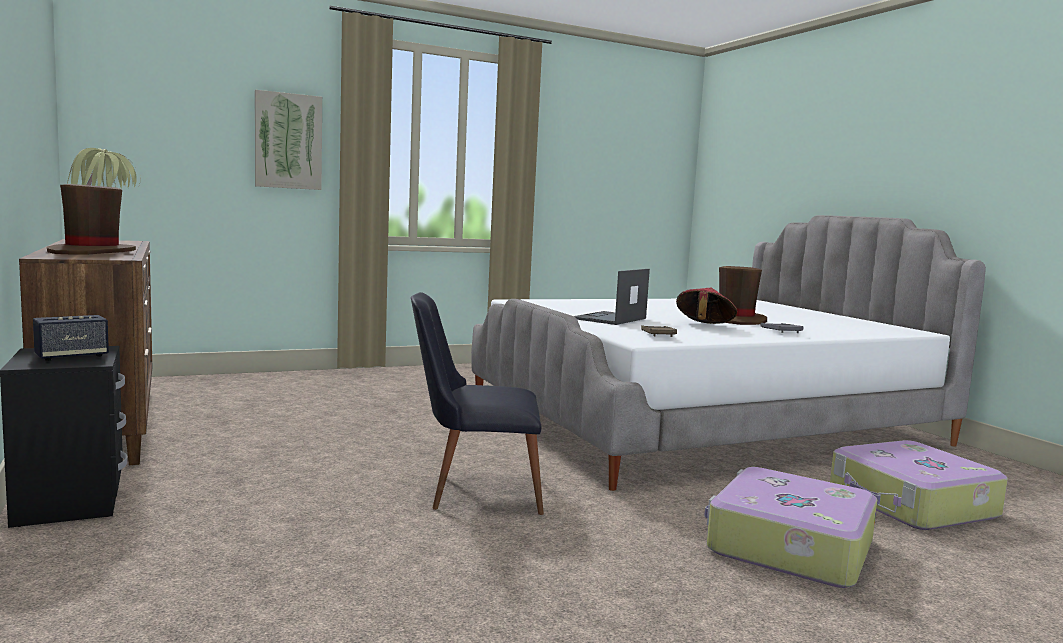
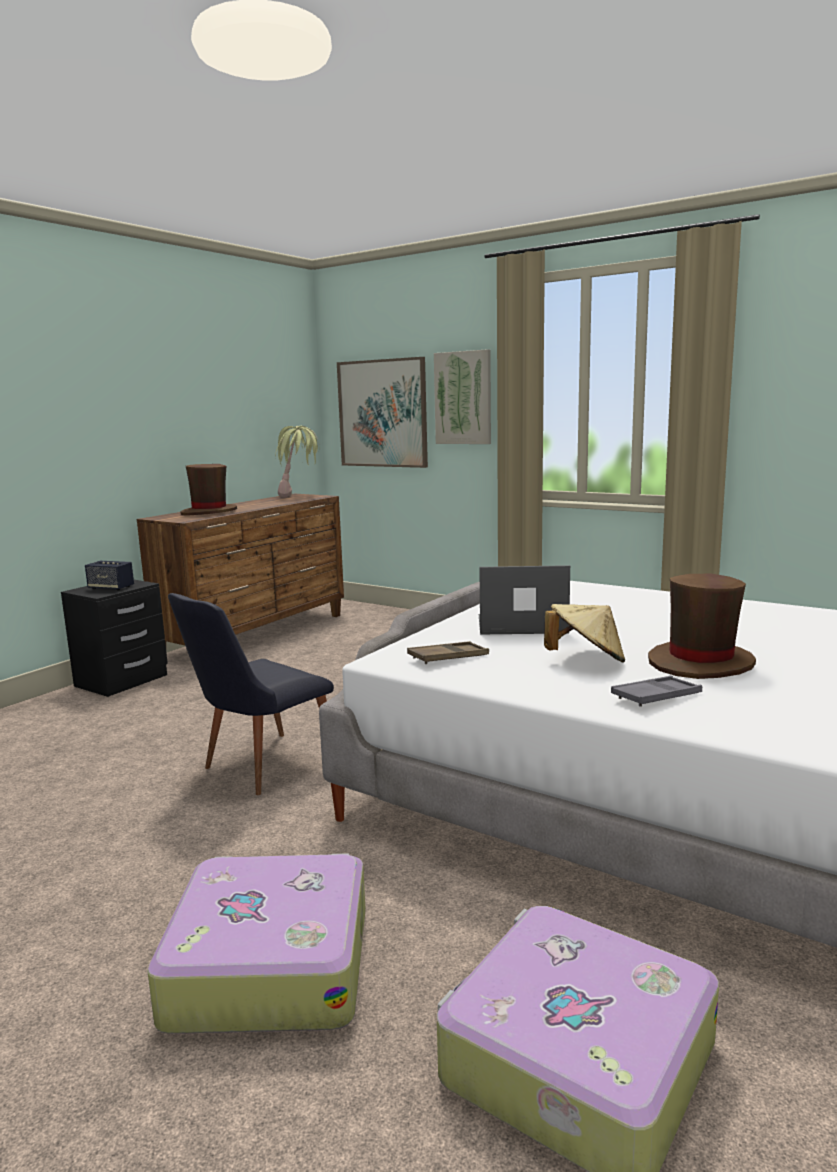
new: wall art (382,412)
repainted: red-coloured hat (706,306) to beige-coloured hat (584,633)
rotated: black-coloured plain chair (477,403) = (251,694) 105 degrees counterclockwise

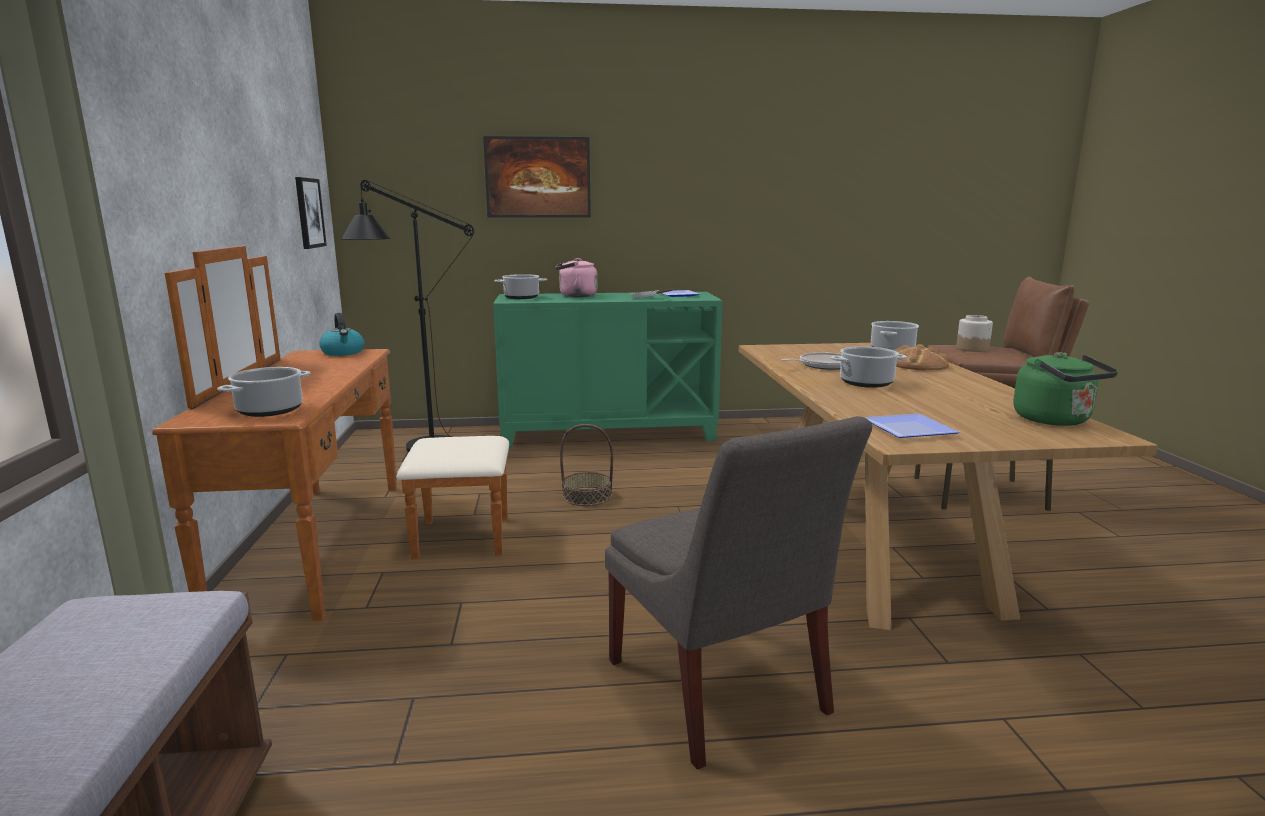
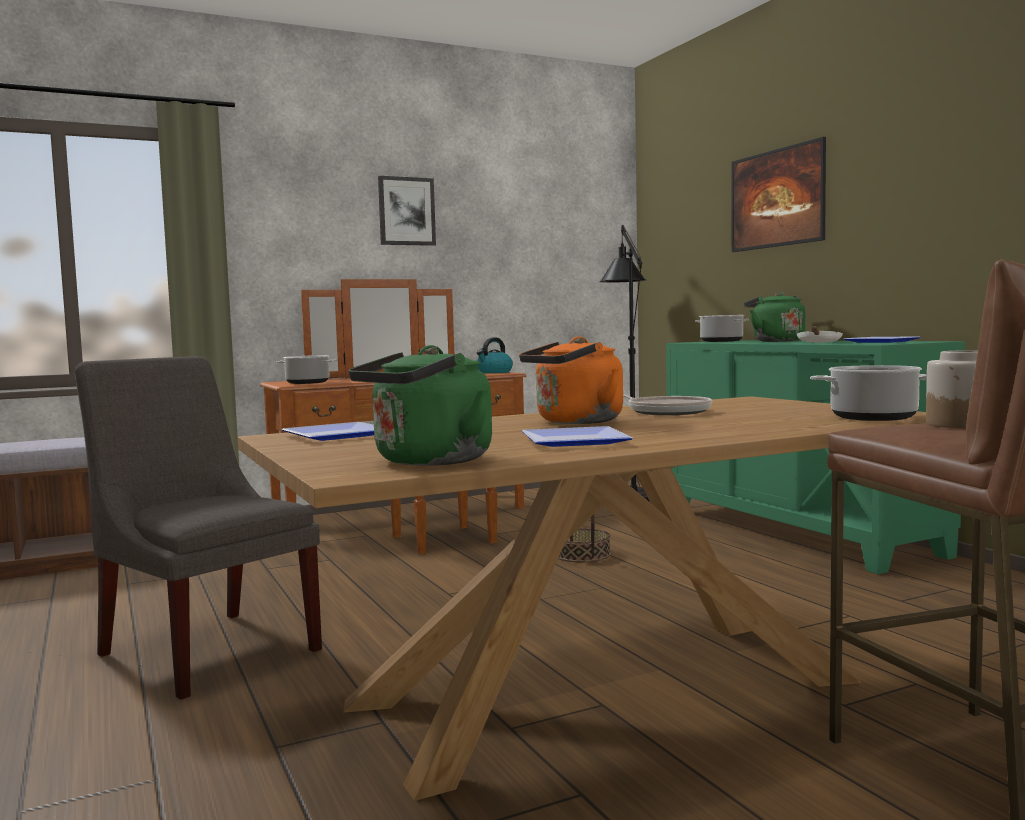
gone: baked bread (921,357)
new: plate (577,436)
shifted: wall art (311,213) to (407,211)
swapped: stockpot (868,367) to orange-coloured water kettle (571,380)
repainted: pink water kettle (577,277) to green water kettle (774,317)
rotated: grey plain chair (738,592) = (198,527) 90 degrees clockwise

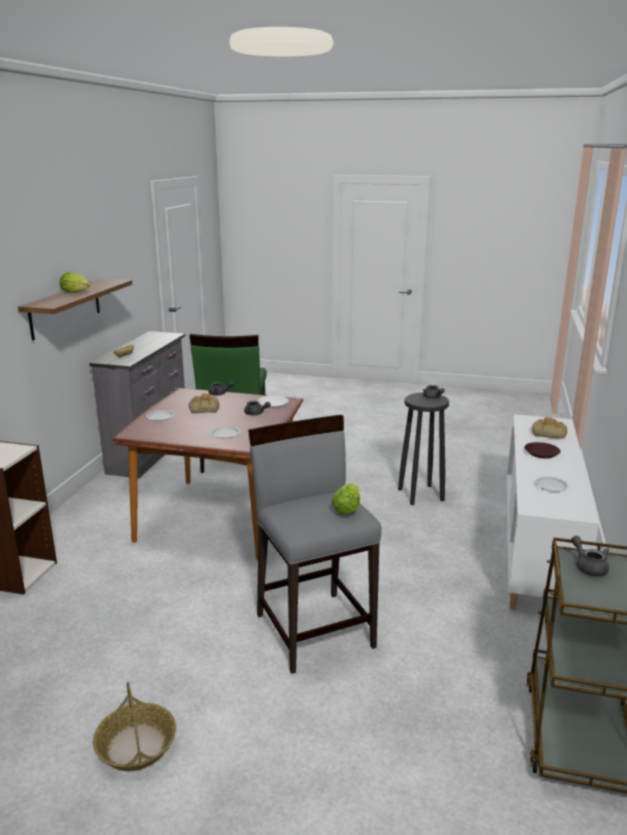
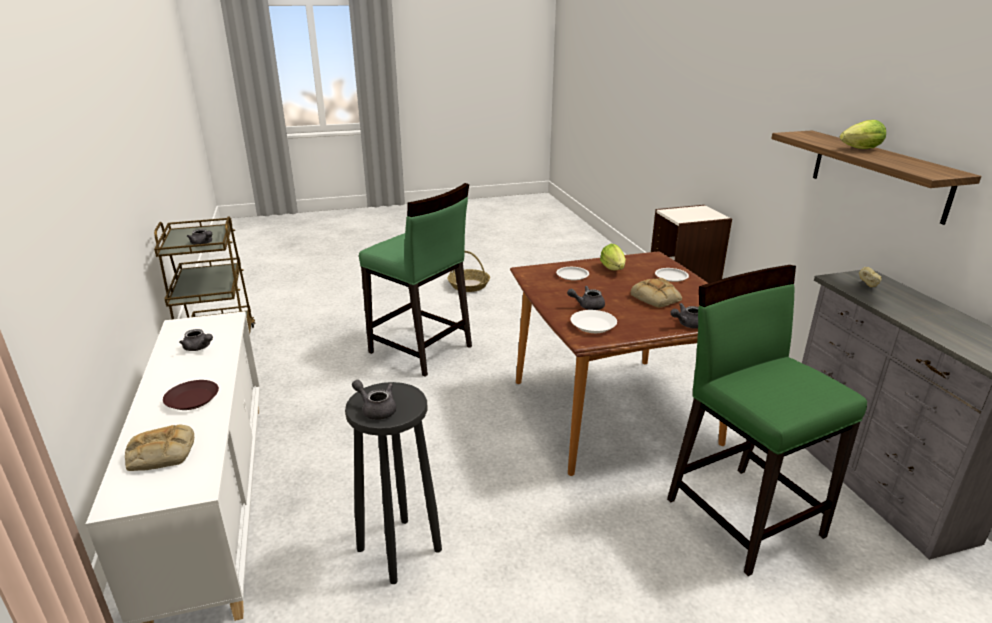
shifted: head of lettuce (345,499) to (613,257)
swapped: whitish plate (551,484) to grey tea pot (196,340)
repainted: grey sitting stool (315,544) to green sitting stool (415,280)

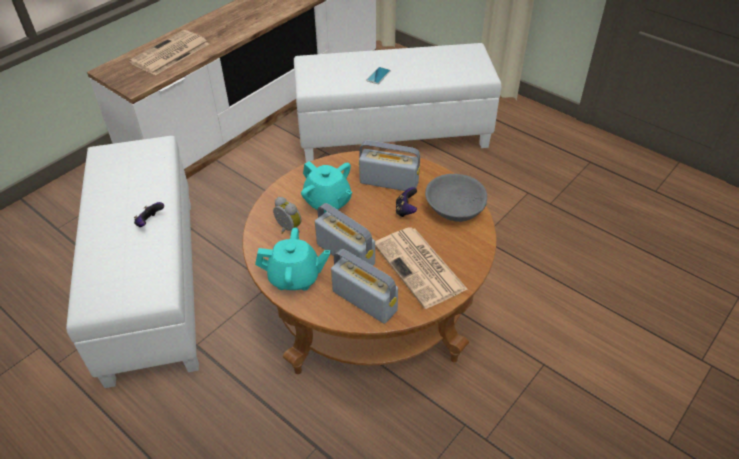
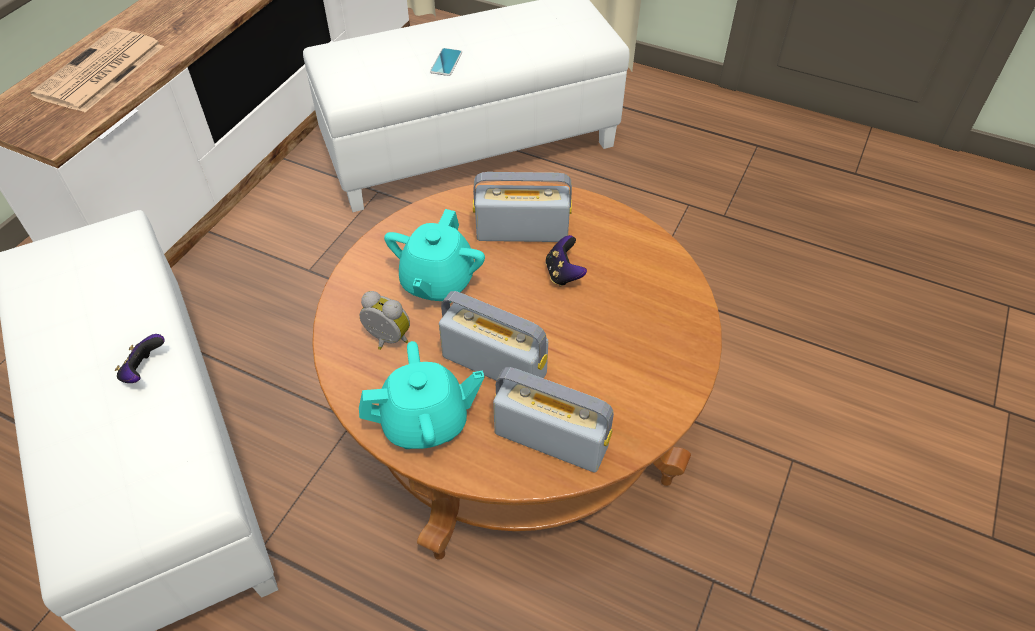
gone: printed paper (421,268); grey bowl (456,198)
rotated: turquoise-coloured tea pot (326,187) = (434,256) 75 degrees clockwise

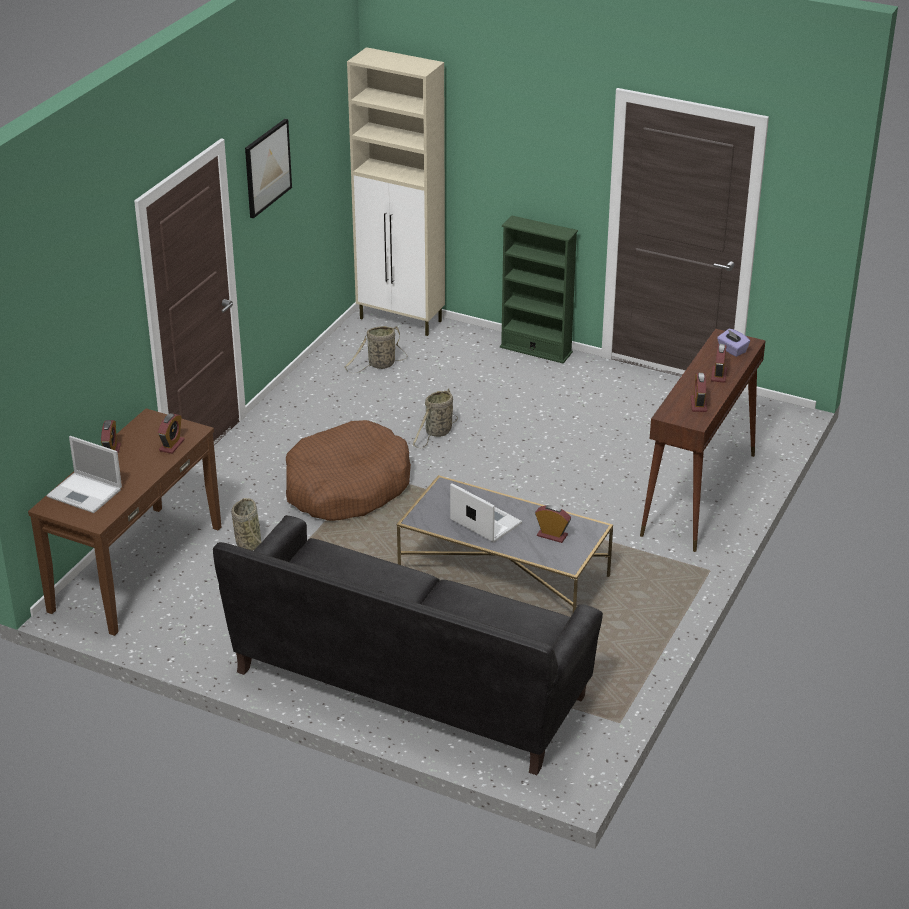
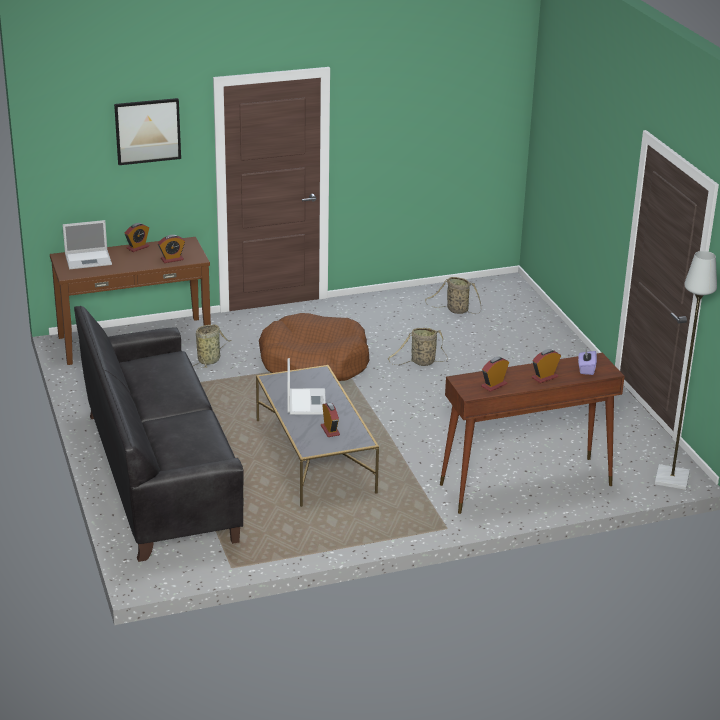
gone: beige-coloured storage cabinet (396,191); green bookshelf (539,289)
new: grey standing lamp (686,370)
shifted: wall art (268,168) to (147,131)
rotated: portable computer (84,474) = (87,245) 90 degrees counterclockwise

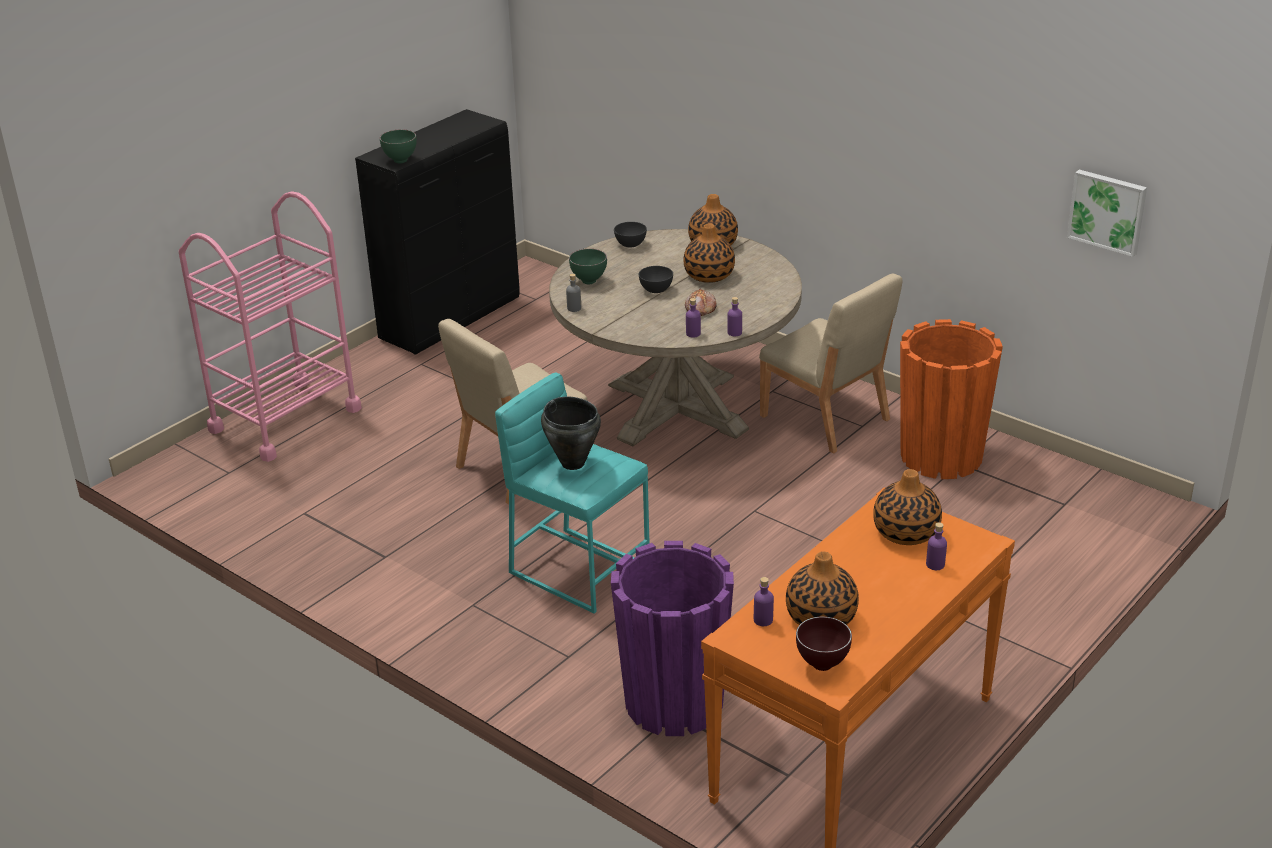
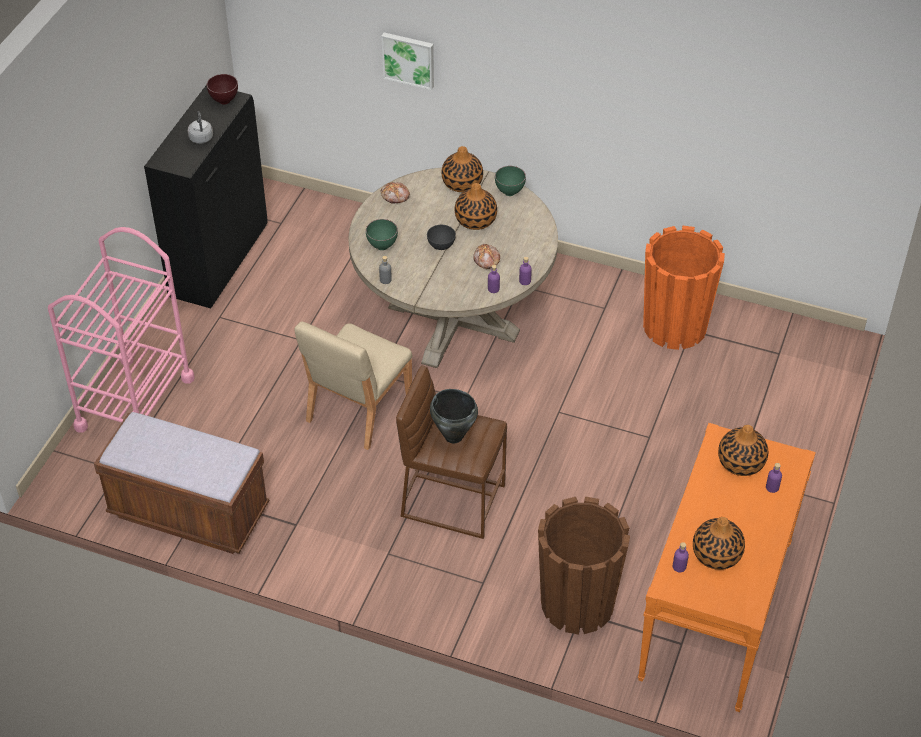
gone: beige-coloured plain chair (830,363)
new: brown indoor bench (181,483); grey water kettle (200,127)
shifted: green bowl (398,146) to (510,181); brown bowl (824,644) to (222,89); wall art (1107,213) to (407,61)
swapped: grey bowl (630,235) to baked bread (395,192)
repainted: turquoise-coloured sitting stool (572,493) to brown sitting stool (451,452); purple flower pot (672,638) to brown flower pot (584,565)

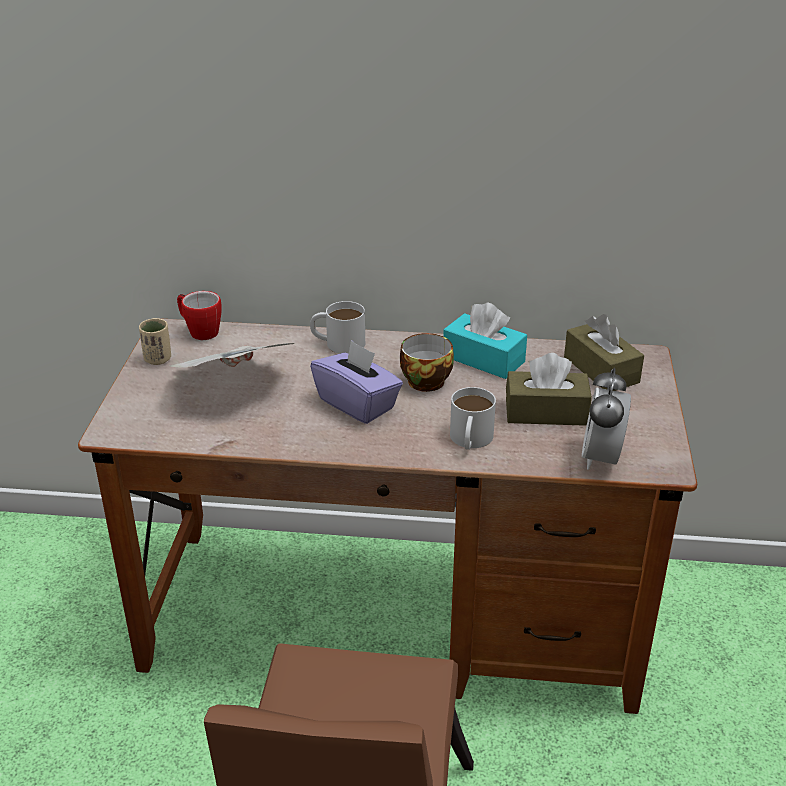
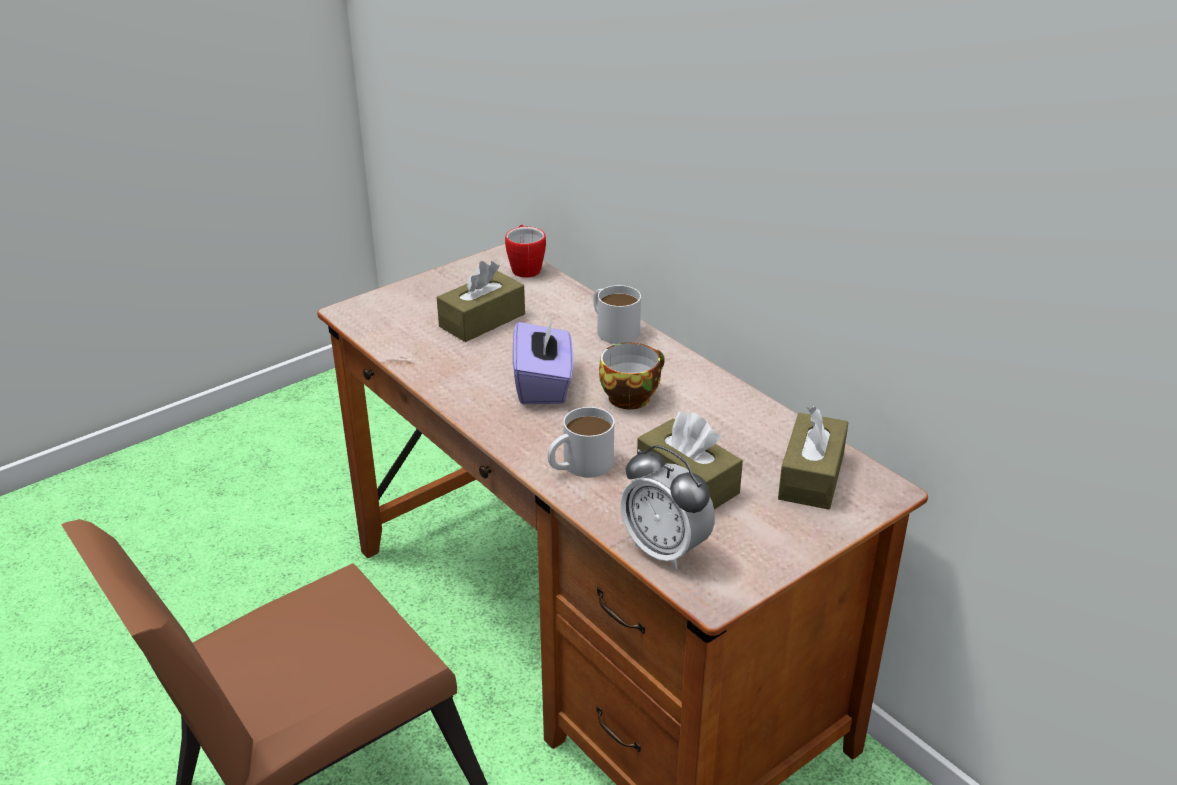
gone: beige-coloured drinking cup (155,341); turquoise-coloured tissue holder (485,340)
swapped: printed paper (232,355) to brown tissue holder (481,301)
rotated: bedside clock (606,419) = (667,507) 105 degrees counterclockwise

